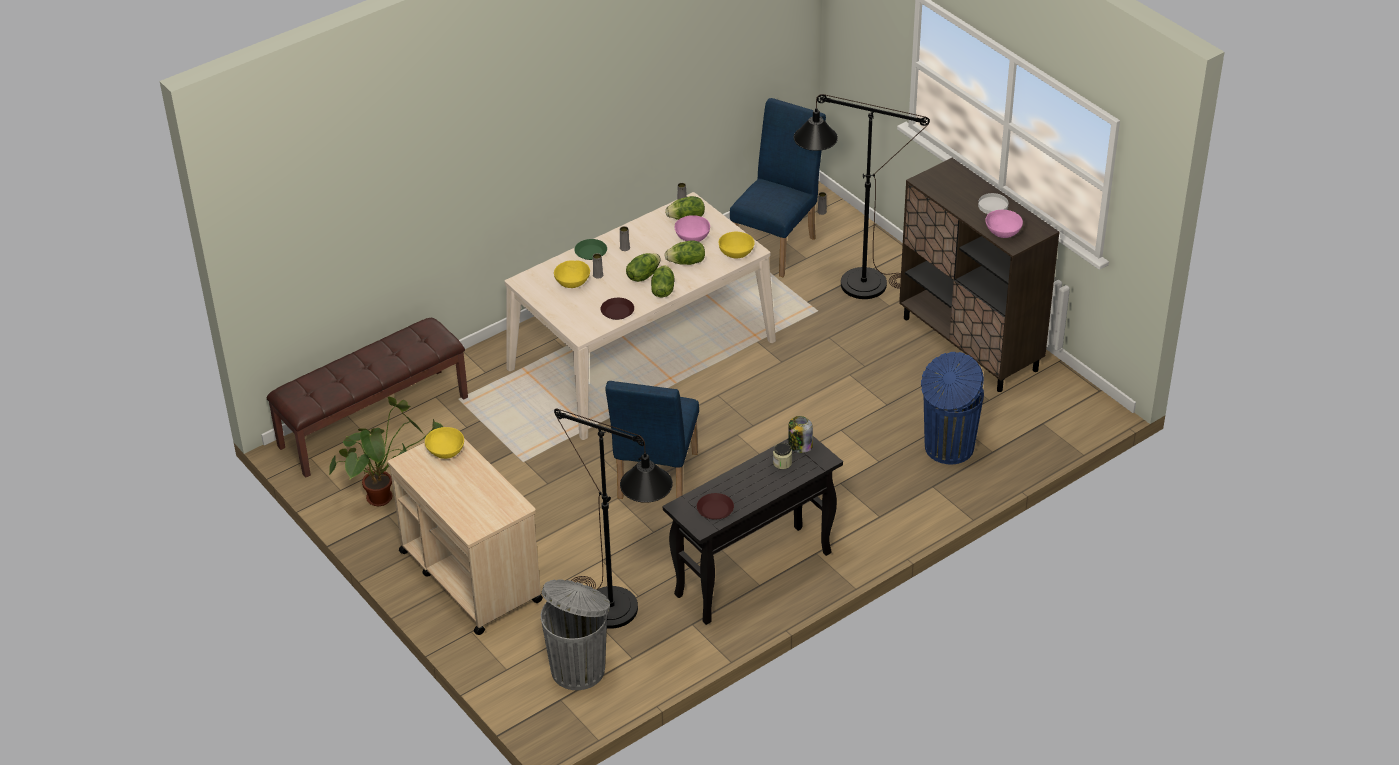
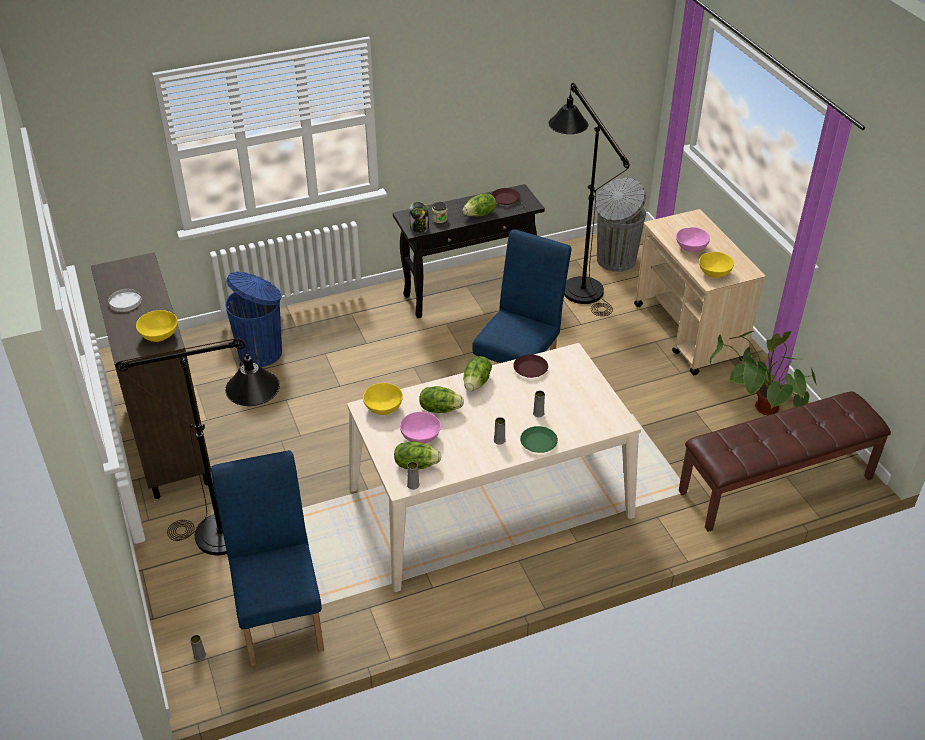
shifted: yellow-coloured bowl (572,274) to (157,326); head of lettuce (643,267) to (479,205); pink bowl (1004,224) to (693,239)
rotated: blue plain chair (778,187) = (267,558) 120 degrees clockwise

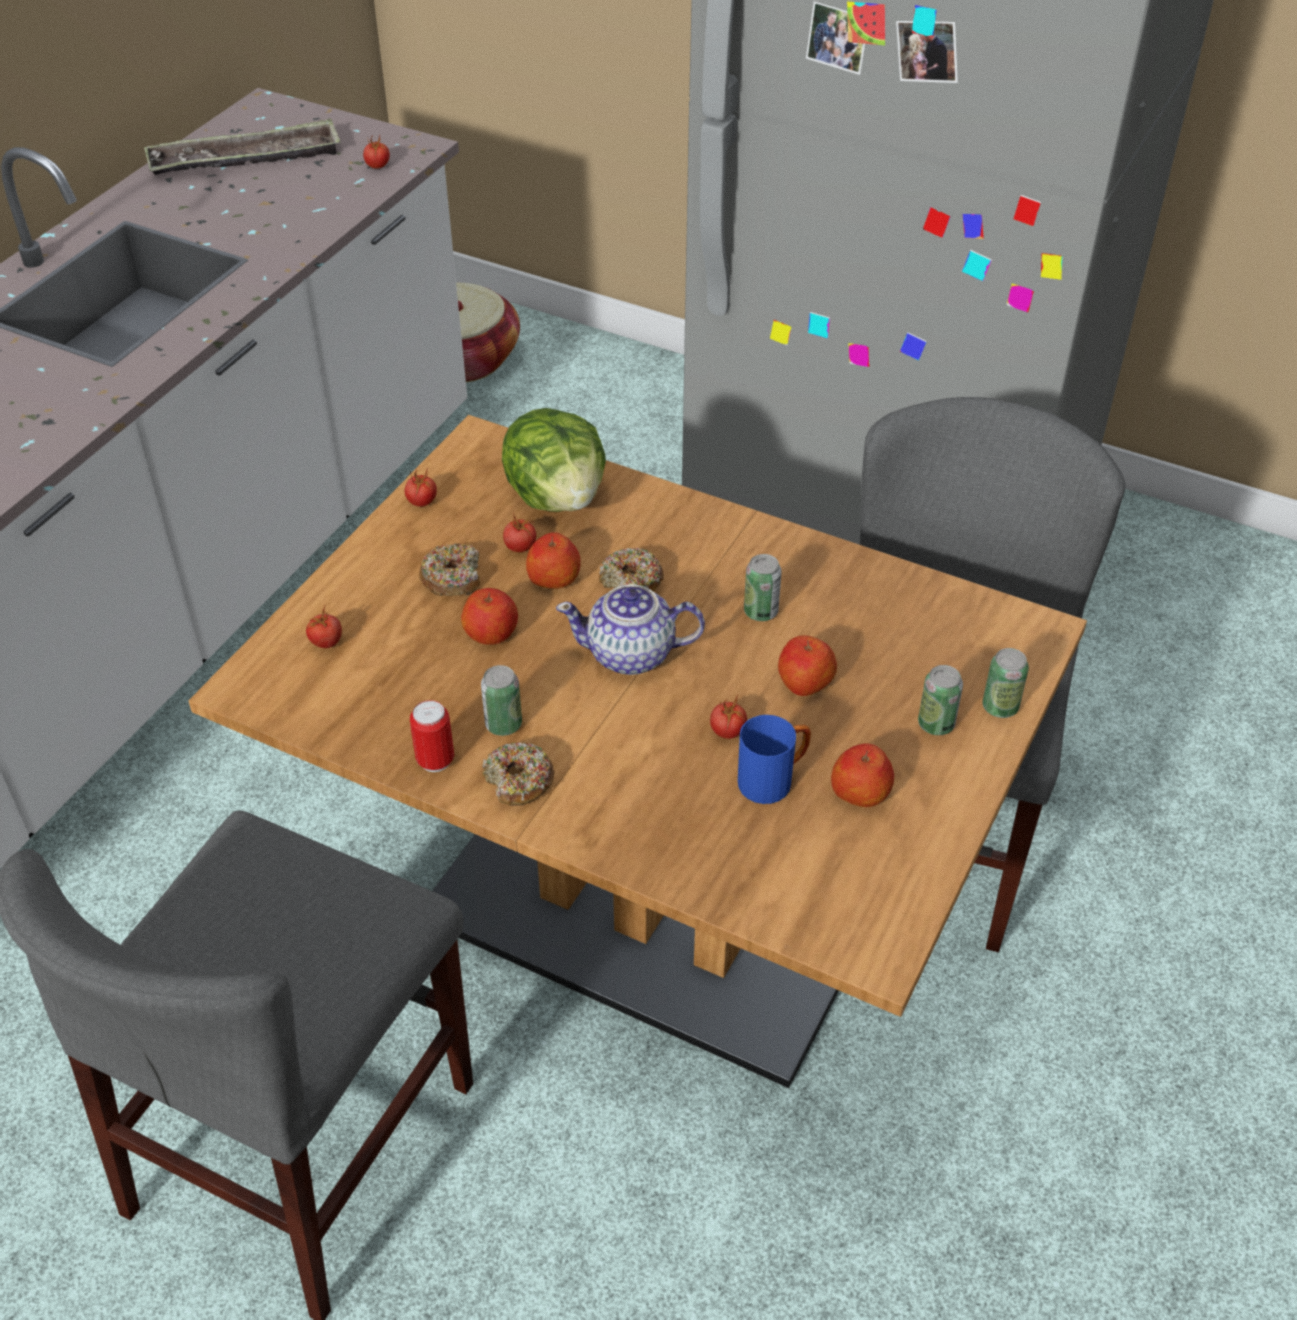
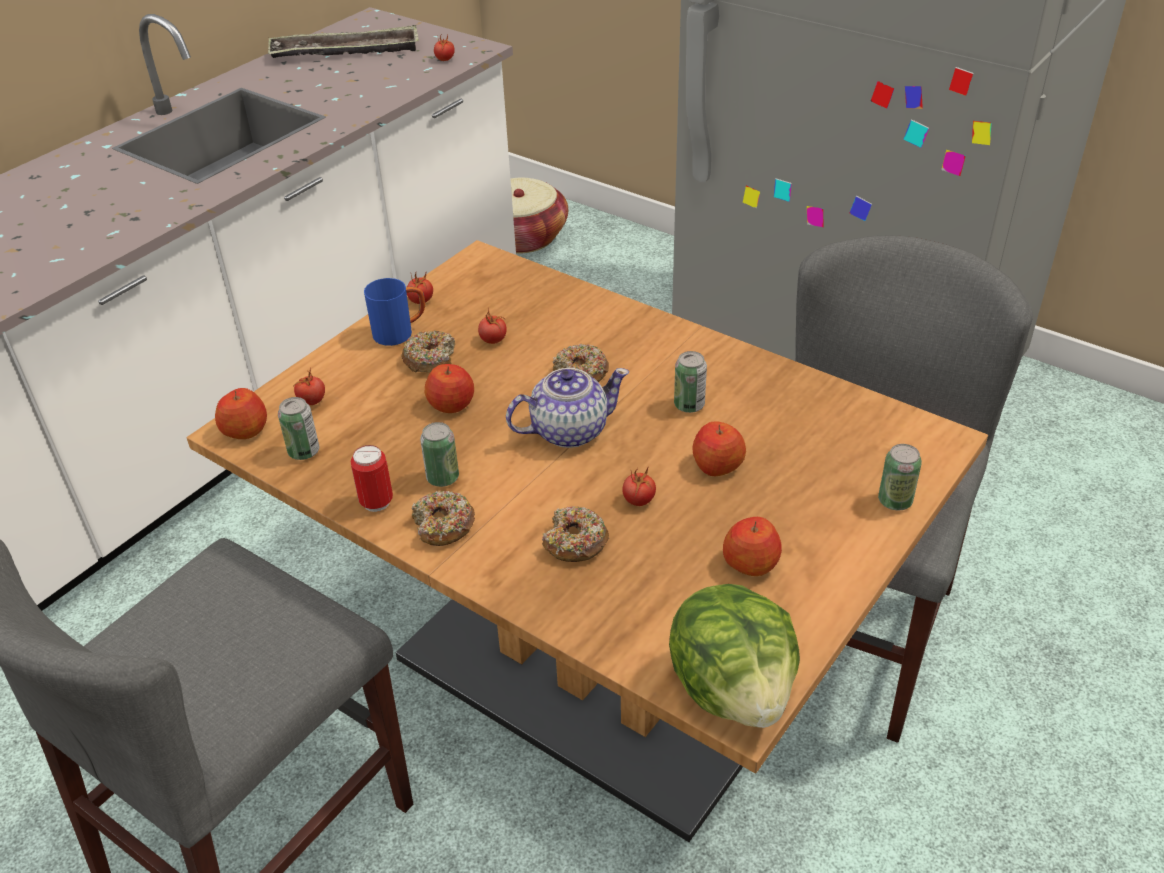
new: doughnut (575,534)
shifted: head of lettuce (554,460) to (734,656); apple fruit (553,560) to (241,413); blue coffee mug (774,759) to (394,312); metal can (940,700) to (298,428)
rotated: tea pot (630,629) = (567,408) 150 degrees clockwise

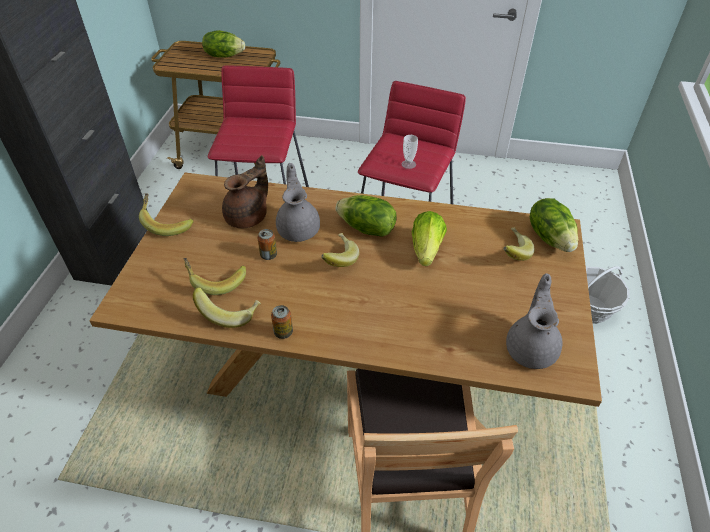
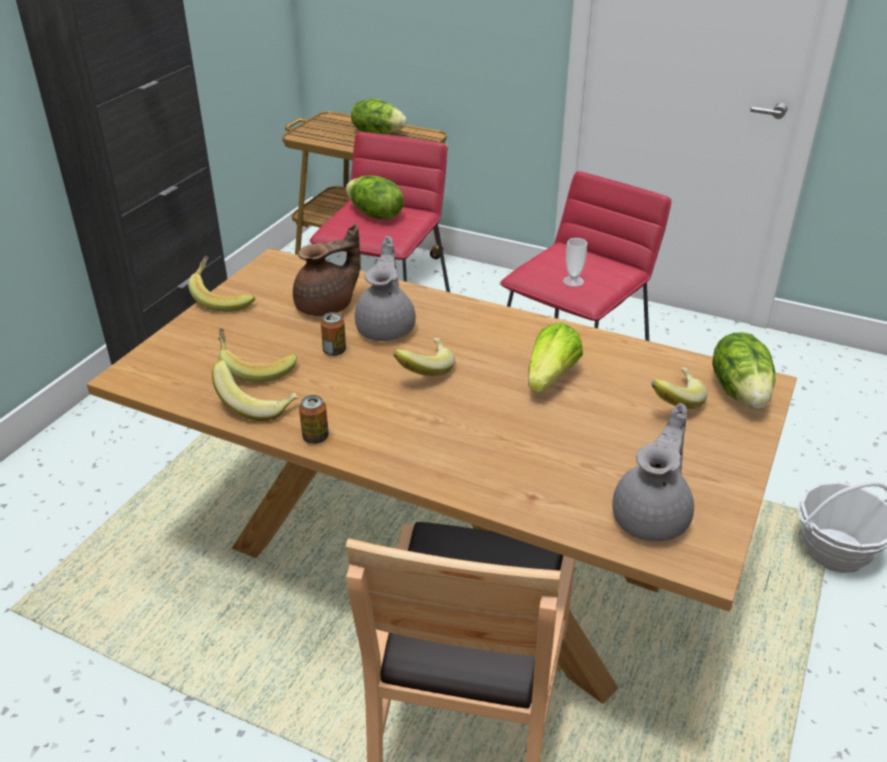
shifted: head of lettuce (366,216) to (375,197)

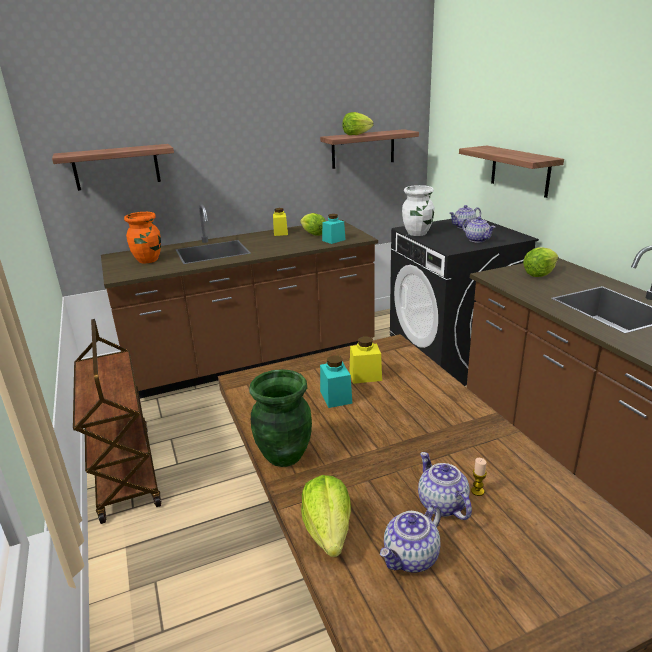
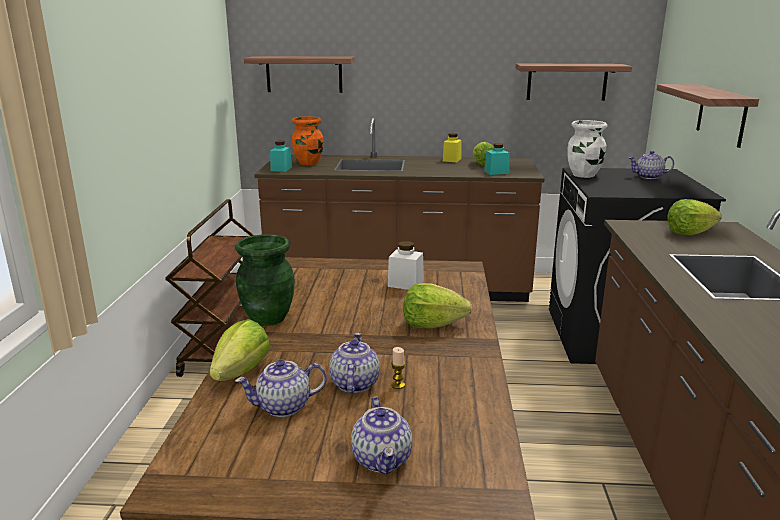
shifted: turquoise-coloured jar (336,382) to (281,156); head of lettuce (358,123) to (438,305); tea pot (478,230) to (382,435)
repainted: yellow-coloured jar (365,360) to whitish jar (405,265)

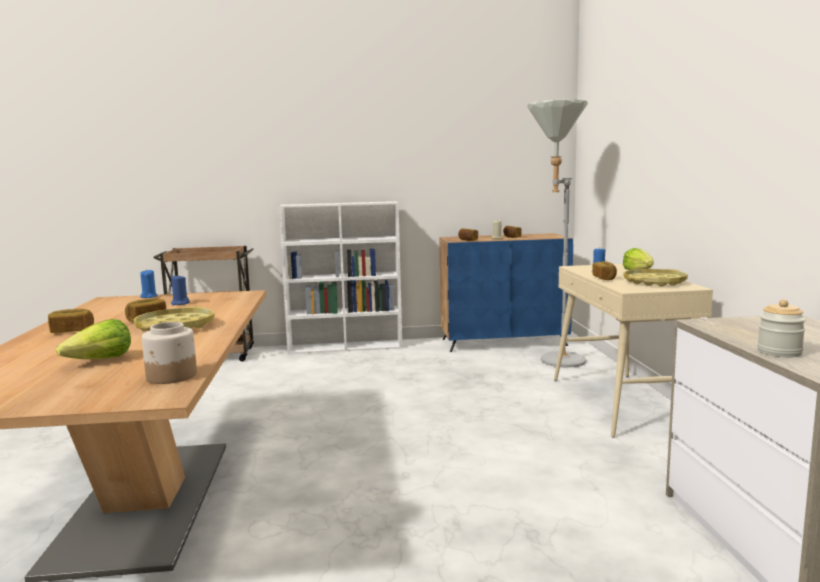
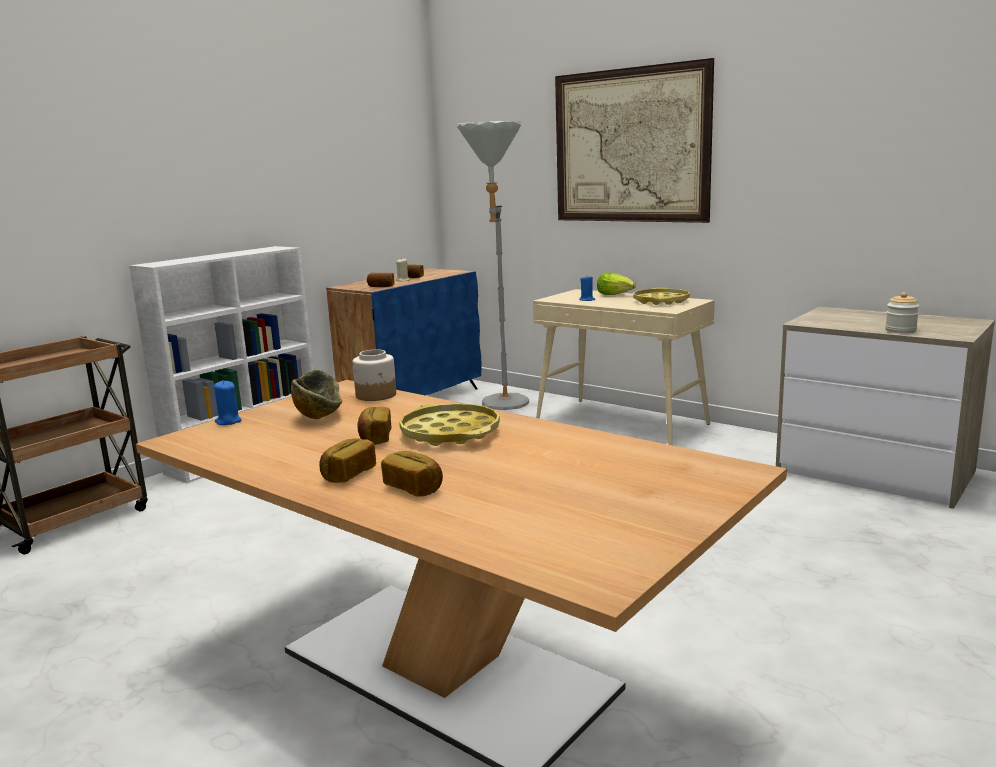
gone: head of lettuce (93,339)
new: wall art (634,140)
shifted: jar (169,353) to (374,375); baked bread (604,270) to (412,474)
swapped: blue wax light (180,290) to bowl (316,394)

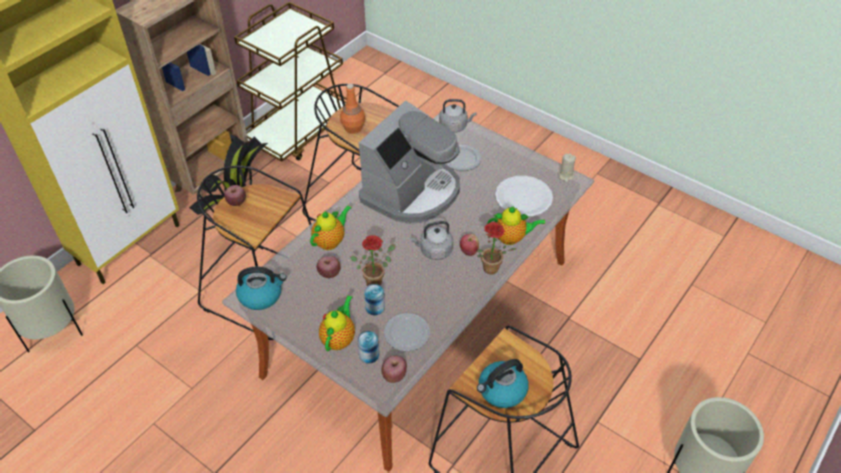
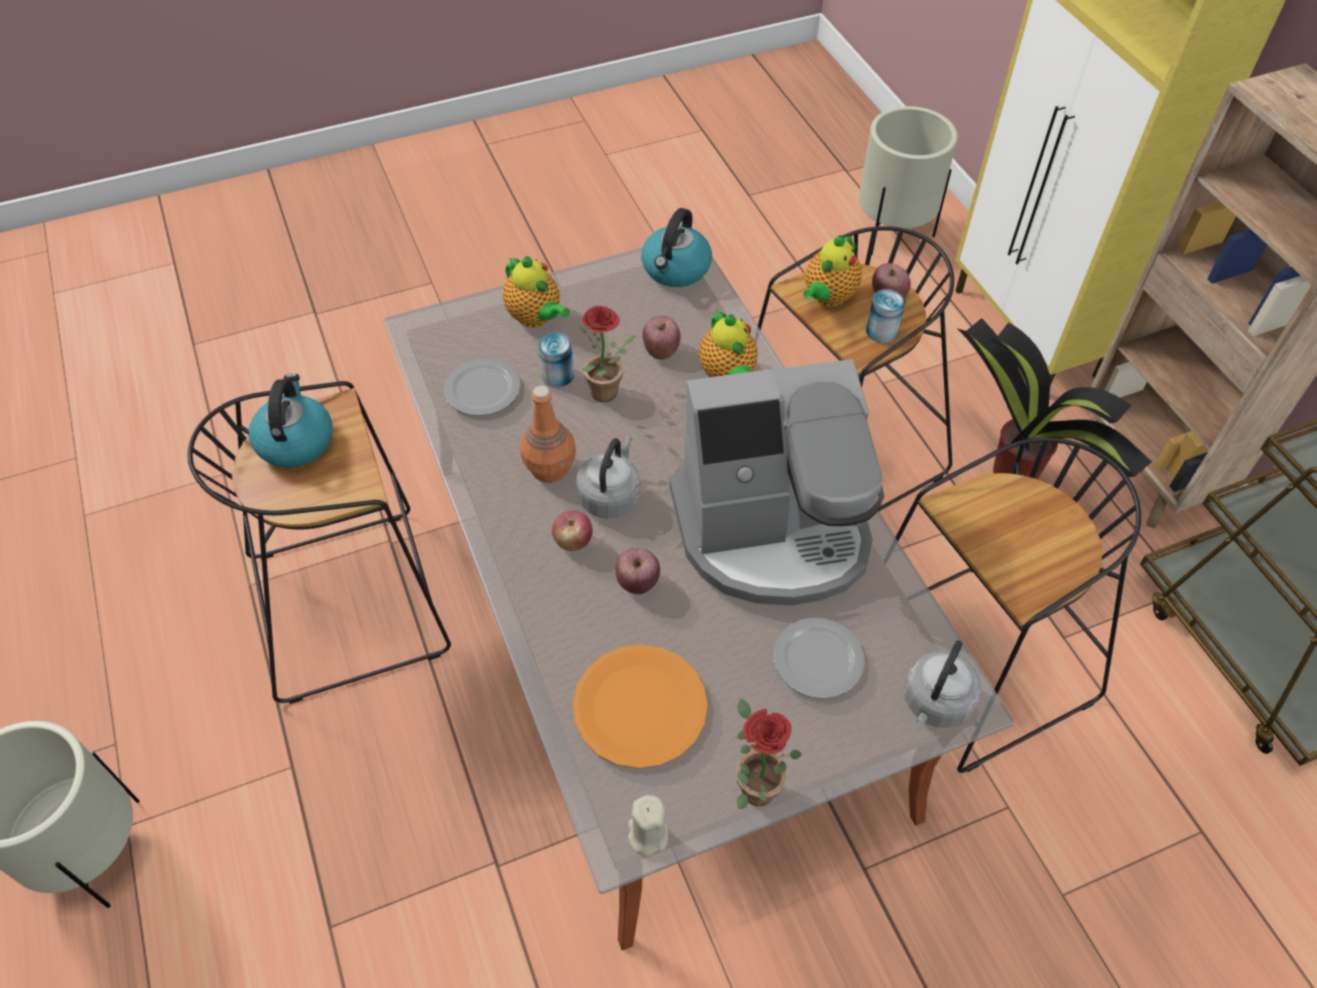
shifted: orange-coloured bottle (352,109) to (548,434); metal can (368,347) to (885,316); apple fruit (394,369) to (637,571); plant in a pot (496,248) to (769,754); tea pot (516,225) to (832,271)
repainted: whitish plate (524,196) to orange-coloured plate (640,707)
rotated: coffee machine (409,161) = (776,482) 75 degrees counterclockwise

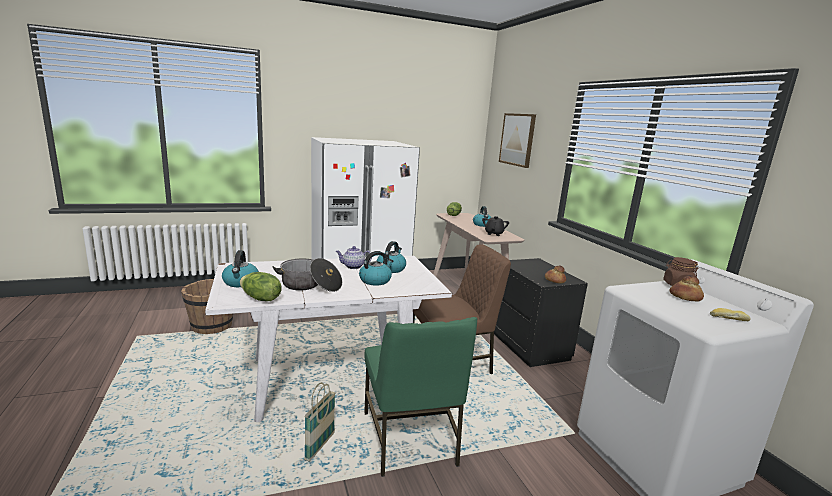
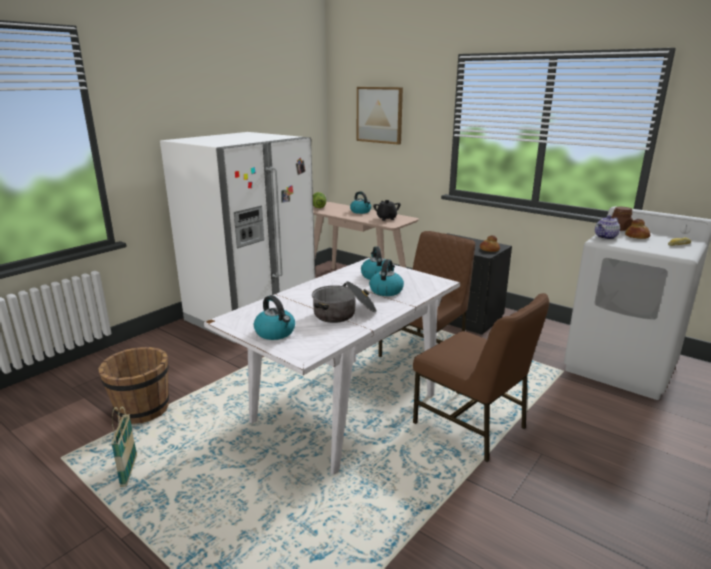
gone: head of lettuce (261,286)
shifted: basket (320,422) to (124,446); tea pot (354,257) to (607,227)
repainted: green plain chair (420,397) to brown plain chair (481,377)

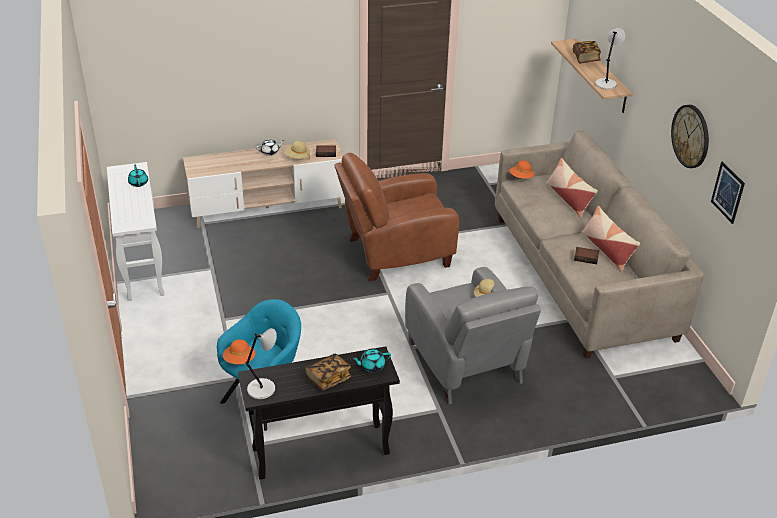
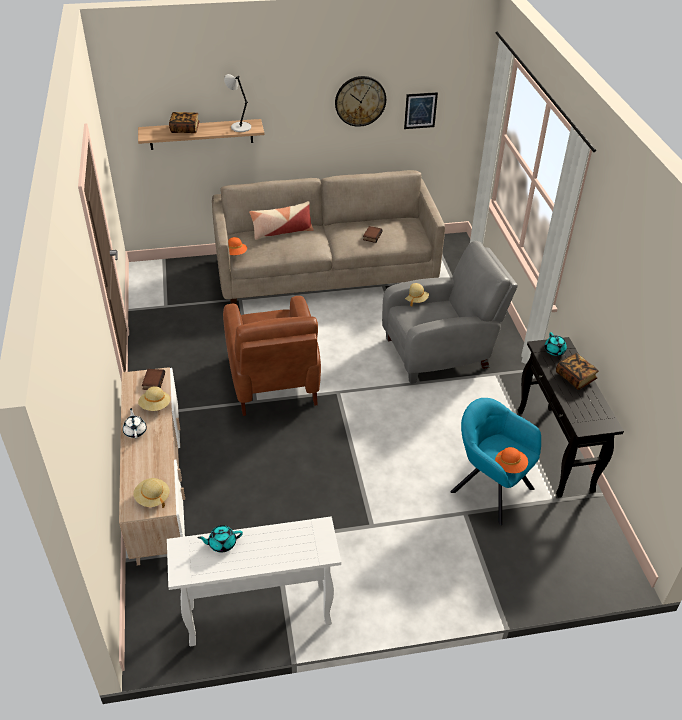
gone: grey table lamp (261,363); cushion (610,239)
new: beige-coloured hat (151,493)

